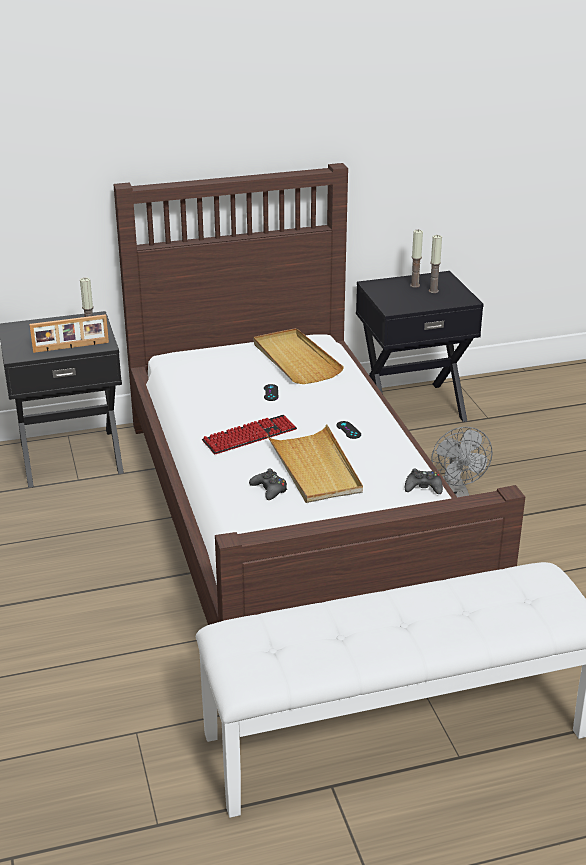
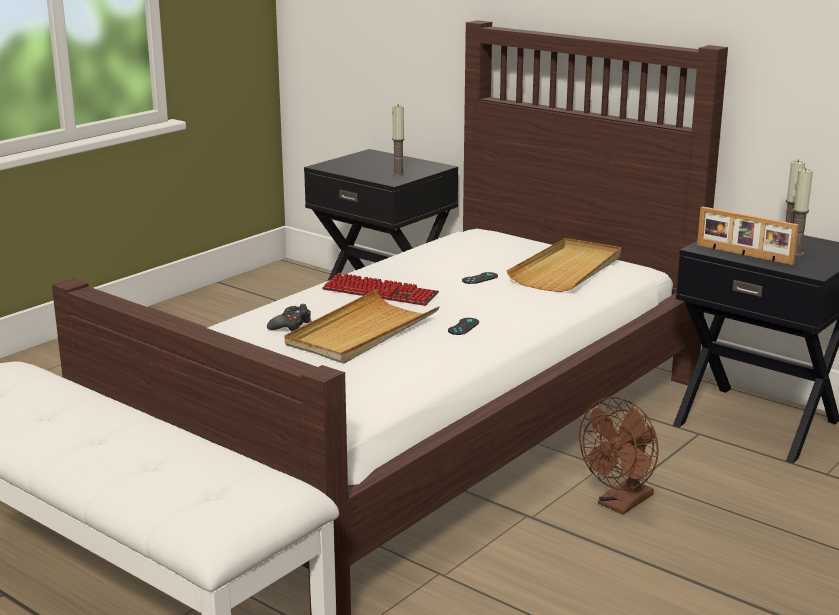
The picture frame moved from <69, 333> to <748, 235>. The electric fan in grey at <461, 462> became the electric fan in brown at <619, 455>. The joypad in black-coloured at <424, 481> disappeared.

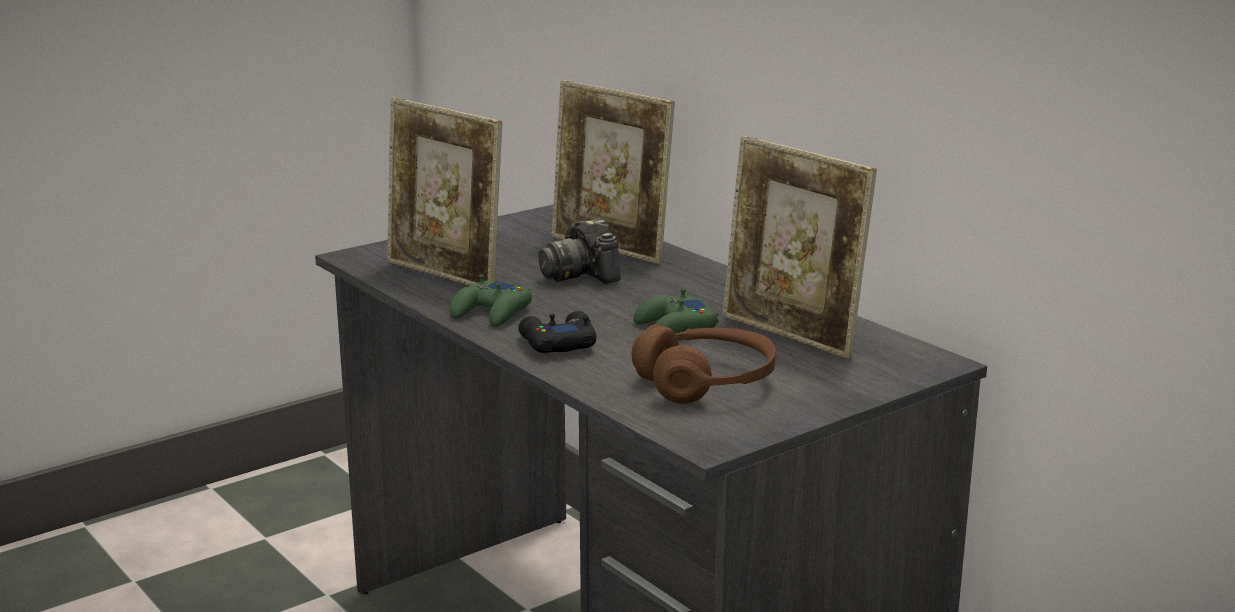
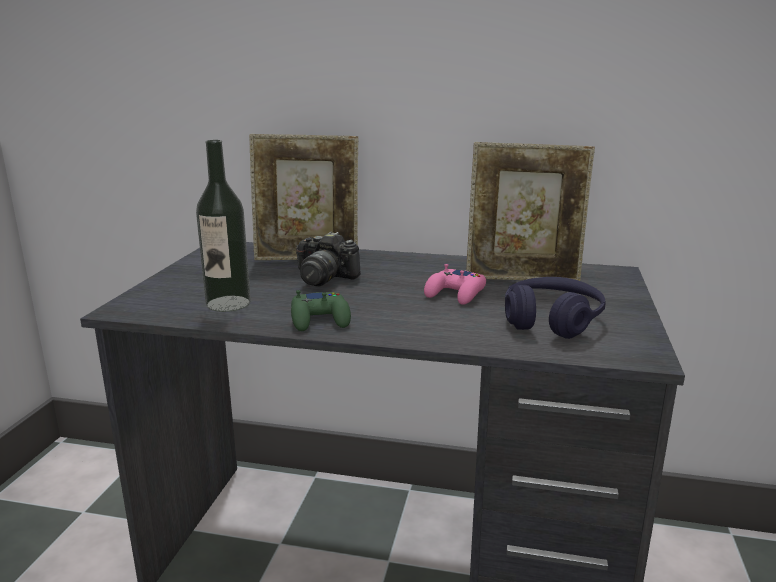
The picture frame at <444, 191> was replaced by the bottle at <223, 226>. The joypad in green-coloured at <676, 311> became the joypad in pink-coloured at <455, 284>. The joypad in black-coloured at <557, 332> disappeared. The headphones in brown at <704, 364> became the headphones in purple-coloured at <555, 308>.

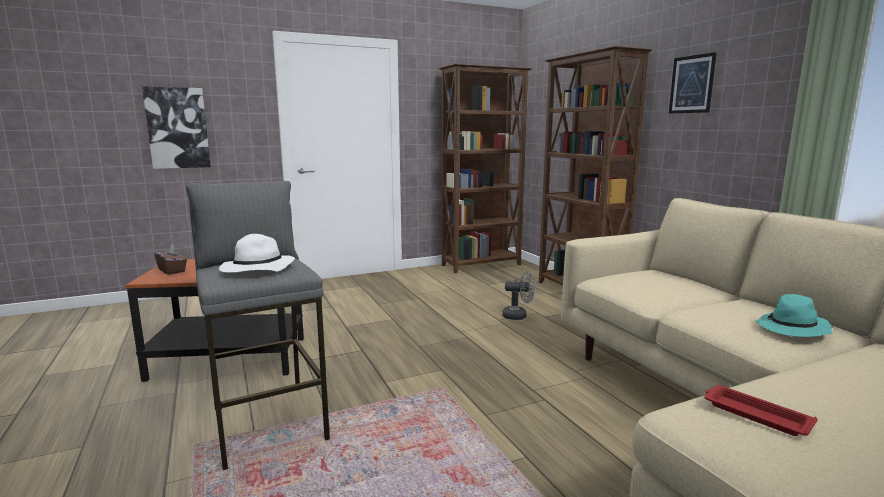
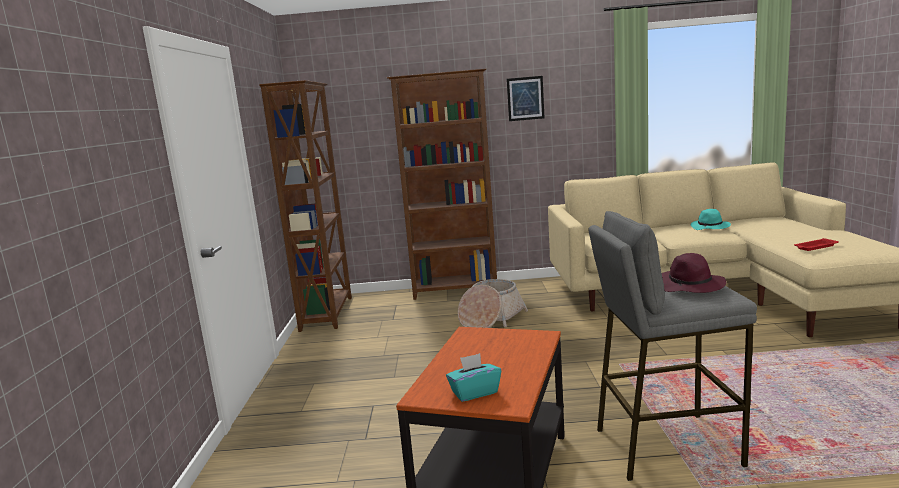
The wall picture at <176, 127> disappeared. The hat in whitish at <257, 253> became the hat in purple-coloured at <694, 273>. The box of tissues in brown at <170, 259> became the box of tissues in blue-green at <473, 377>. The electric fan in grey at <518, 295> was replaced by the storage basket at <493, 303>.

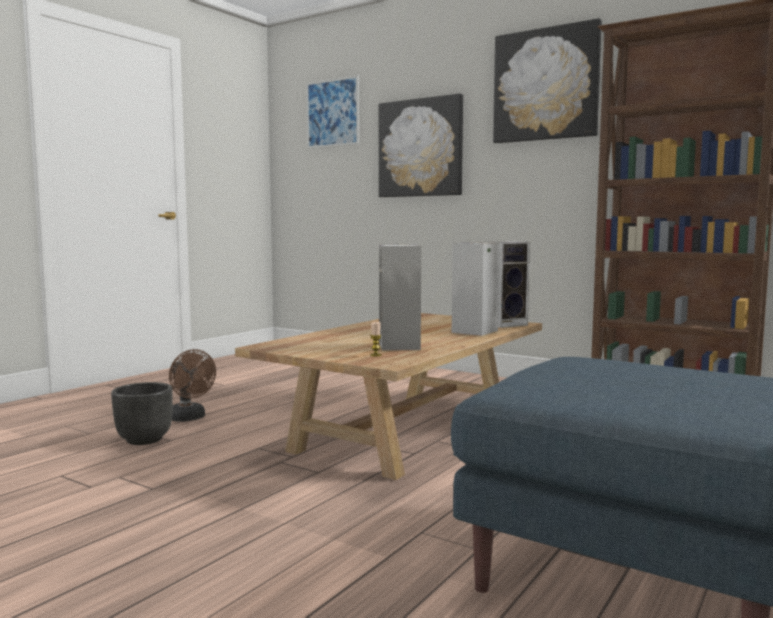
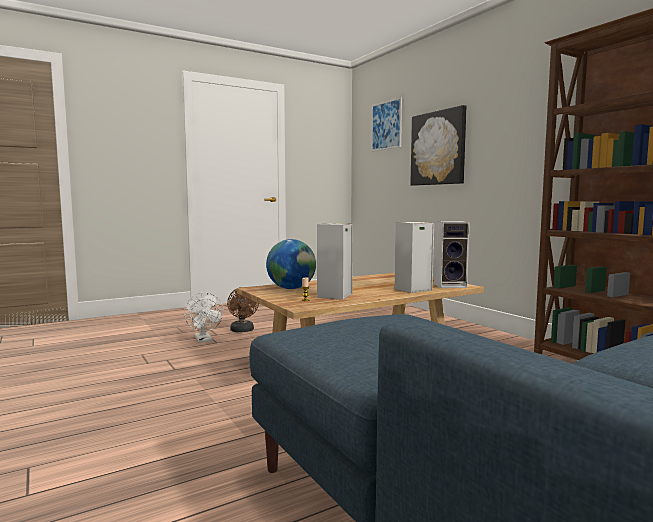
The wall picture at <547, 80> disappeared. The planter in black-coloured at <142, 413> was replaced by the electric fan in whitish at <204, 317>. The world globe at <291, 264> appeared.

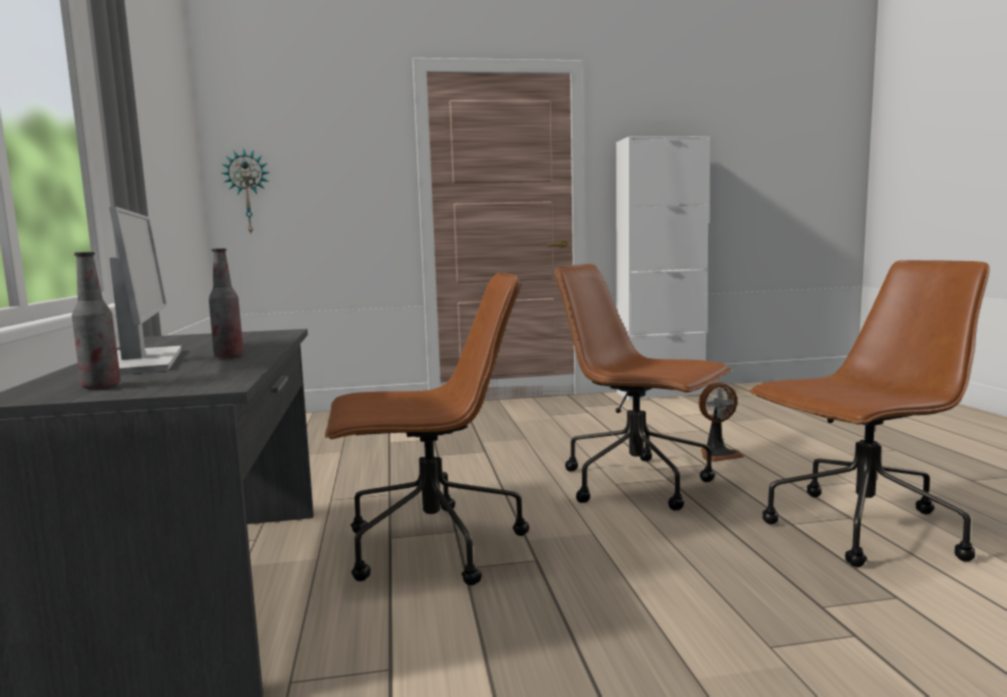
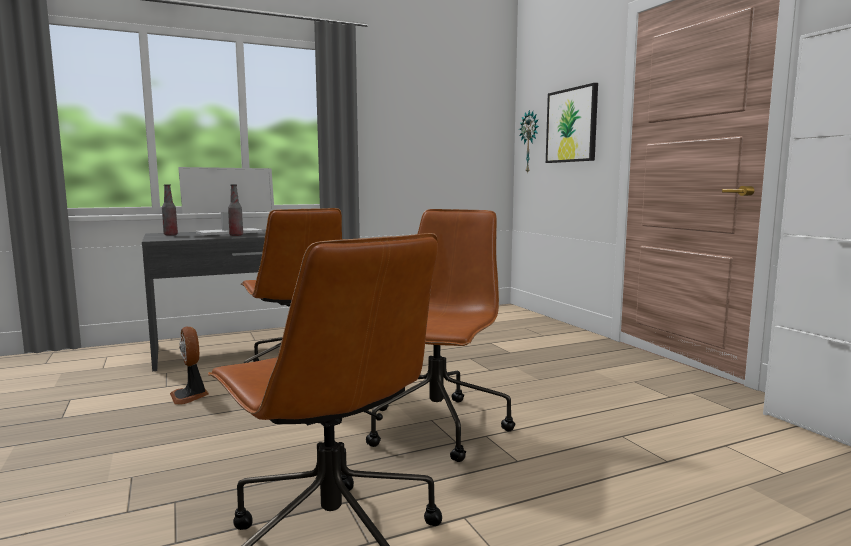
The electric fan moved from <721, 422> to <189, 366>. The wall picture at <572, 123> appeared.

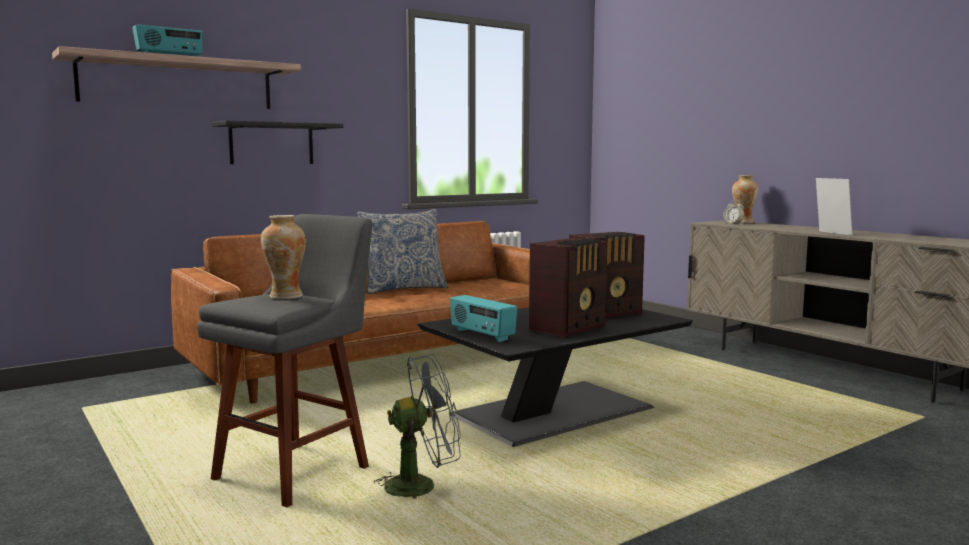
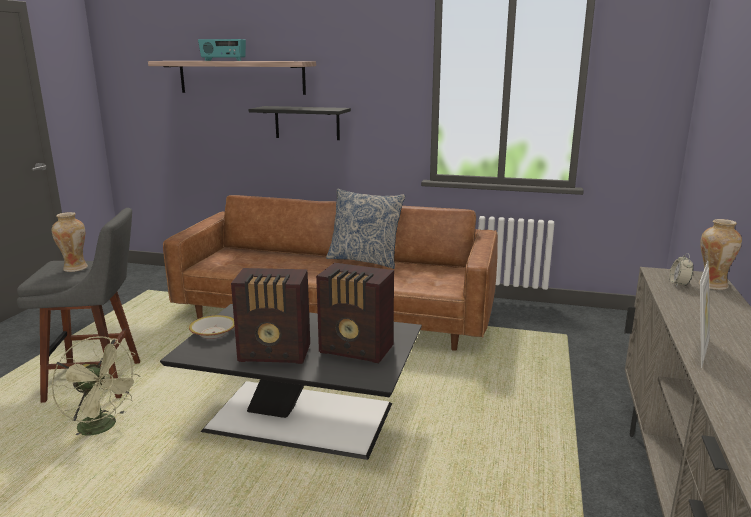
The radio receiver at <483, 318> was replaced by the deep dish at <212, 327>. The electric fan in grey at <417, 426> became the electric fan in green-coloured at <96, 386>.

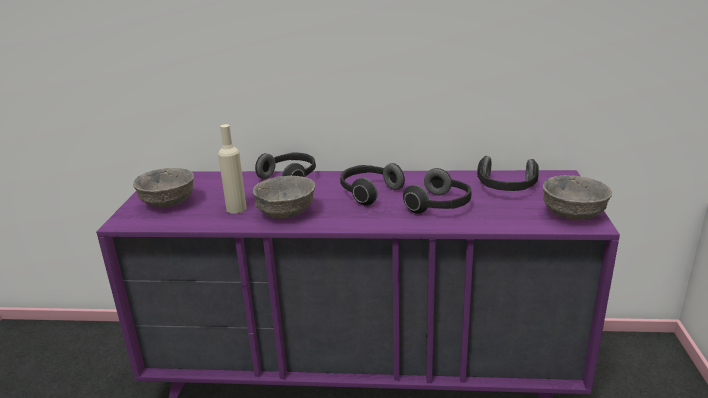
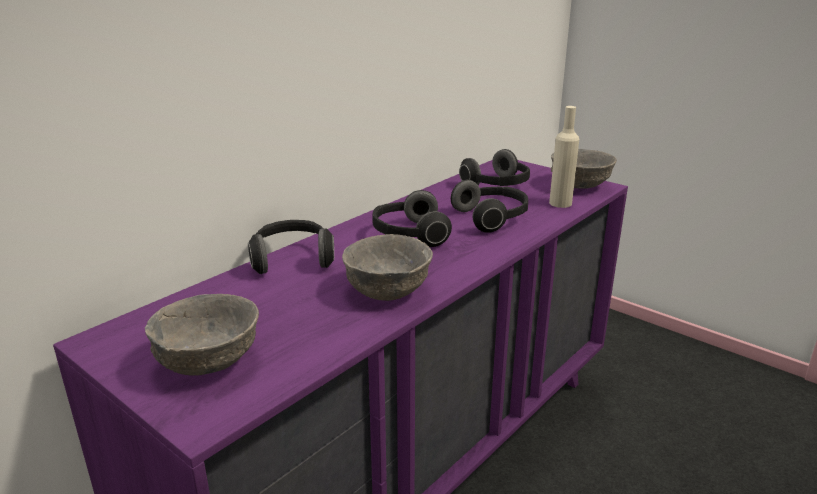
The bottle in sand-coloured moved from <232, 169> to <564, 157>.

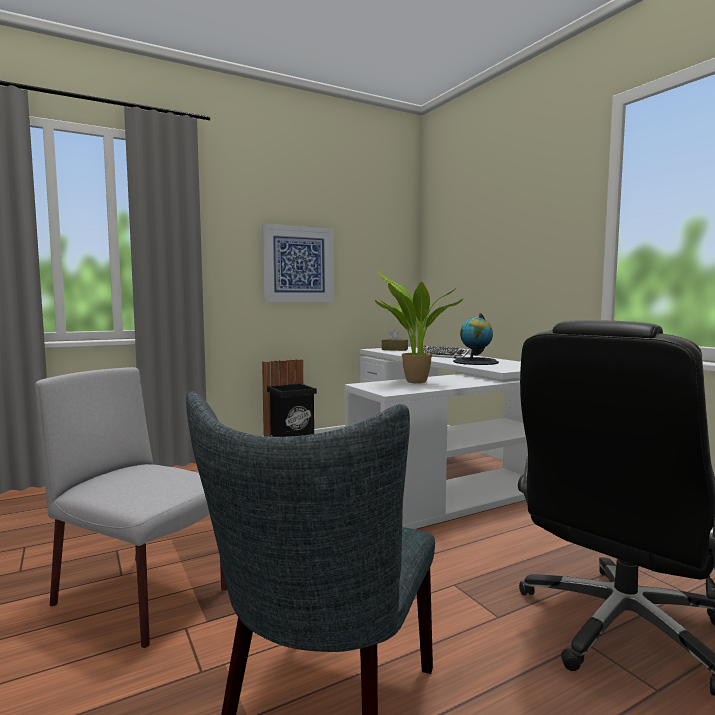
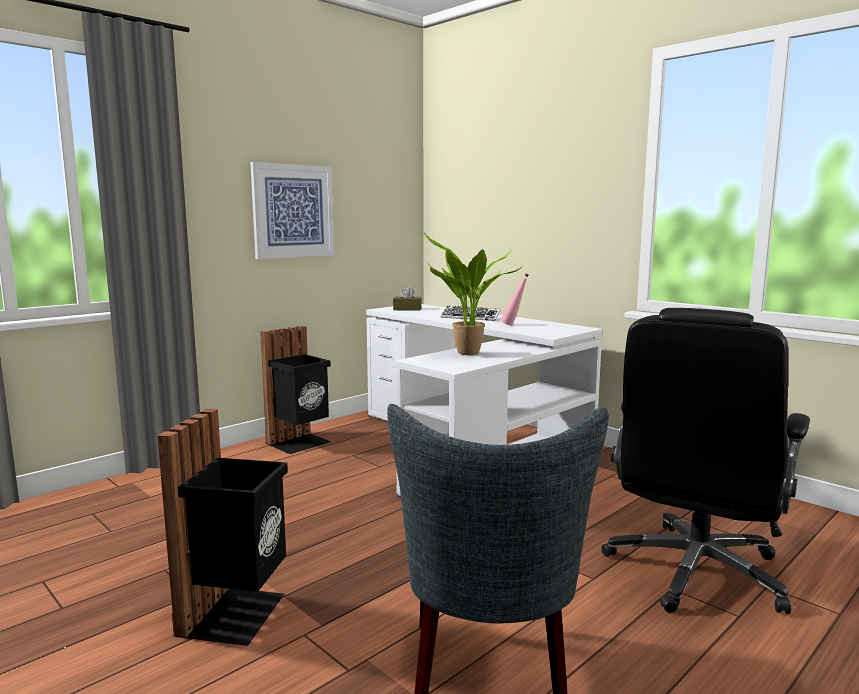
The world globe at <476, 339> was replaced by the bottle in pink-coloured at <515, 299>. The chair in grey at <131, 508> was replaced by the waste bin in black-coloured at <223, 527>.

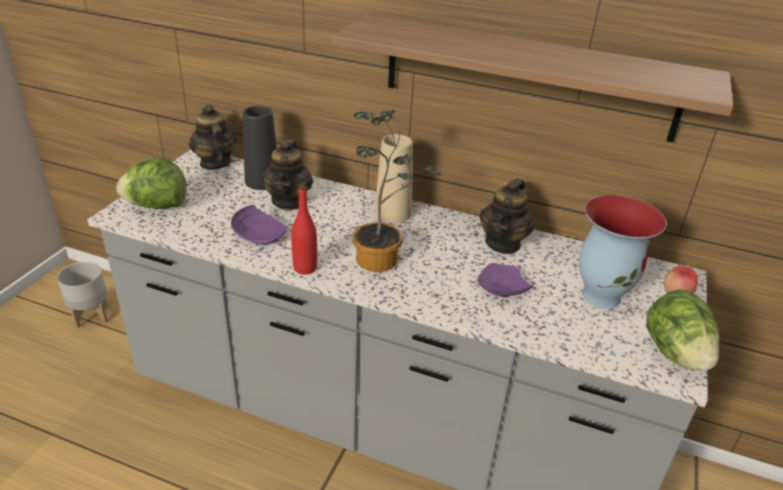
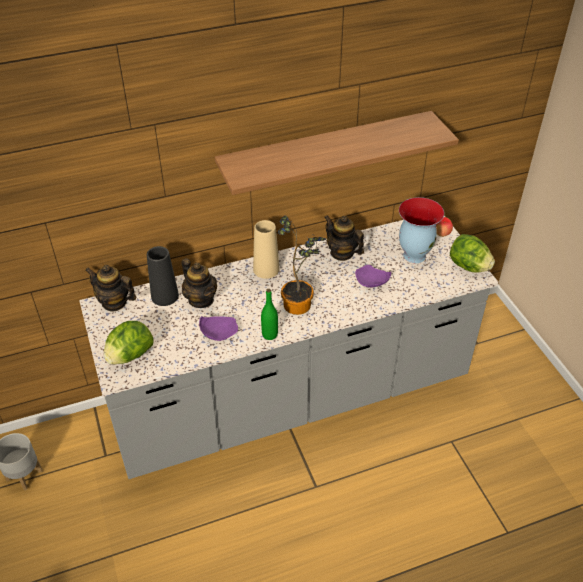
The pot for tea at <507, 216> turned 150 degrees clockwise. The bottle in red at <304, 230> became the bottle in green-coloured at <269, 314>.

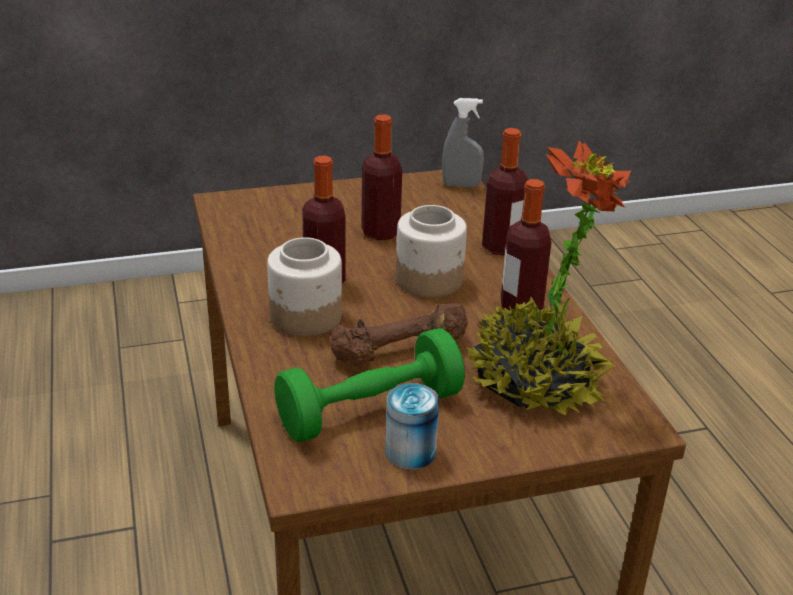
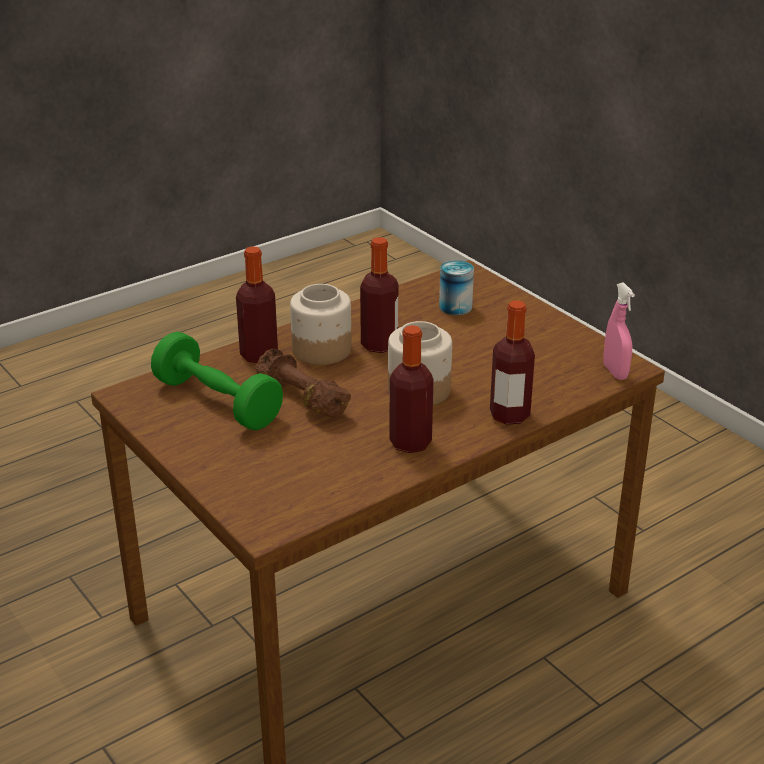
The spray bottle in grey at <463, 143> became the spray bottle in pink-coloured at <619, 331>. The bottle moved from <382, 177> to <257, 304>. The potted plant at <548, 277> disappeared. The sealed can moved from <412, 426> to <456, 287>.

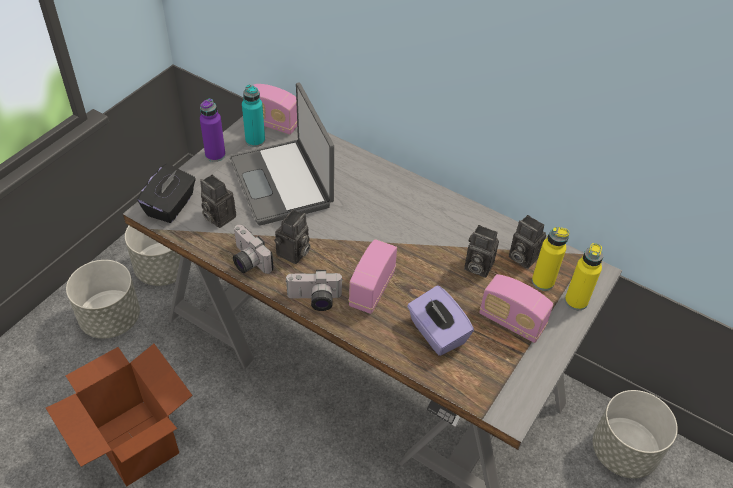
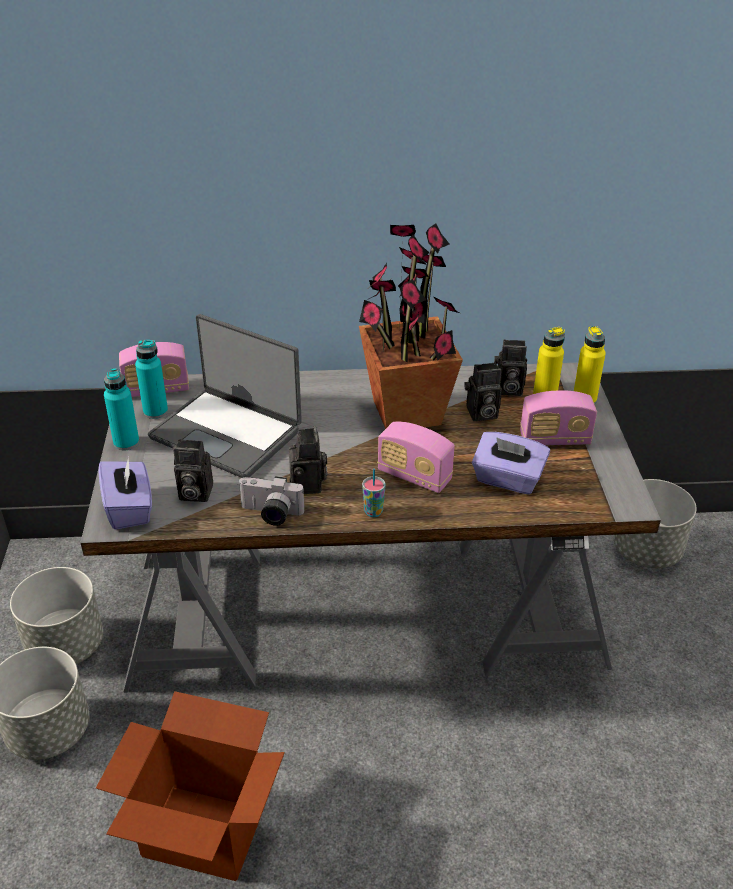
The bottle in purple-coloured at <213, 130> became the bottle in blue-green at <121, 409>. The box of tissues in black-coloured at <166, 193> became the box of tissues in purple-coloured at <125, 493>. The radio receiver at <373, 276> turned 45 degrees counterclockwise. The still camera at <314, 290> was replaced by the small cup at <374, 493>. The potted plant at <411, 326> appeared.

